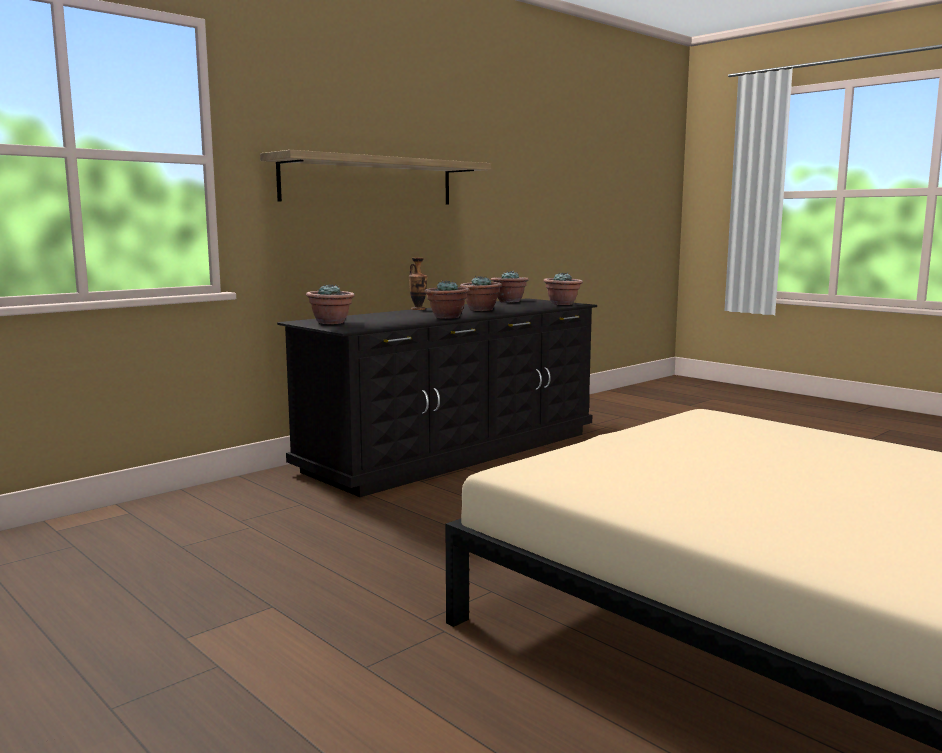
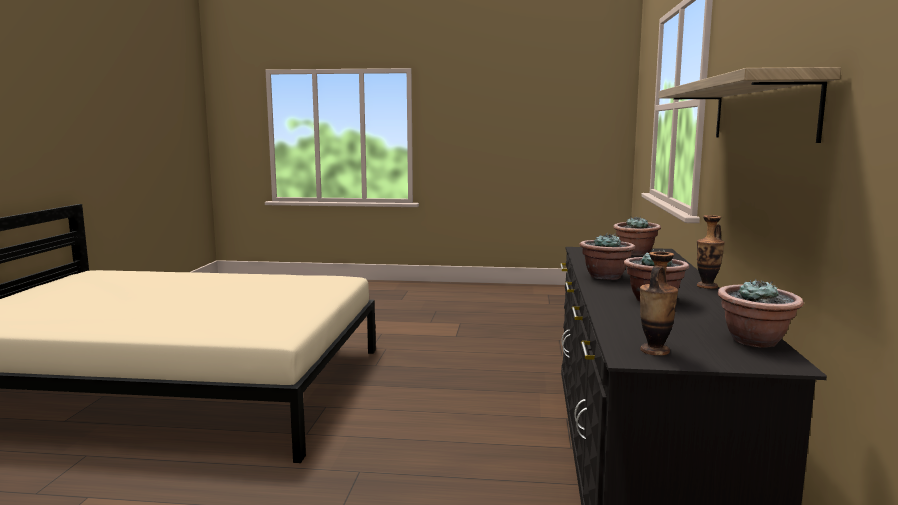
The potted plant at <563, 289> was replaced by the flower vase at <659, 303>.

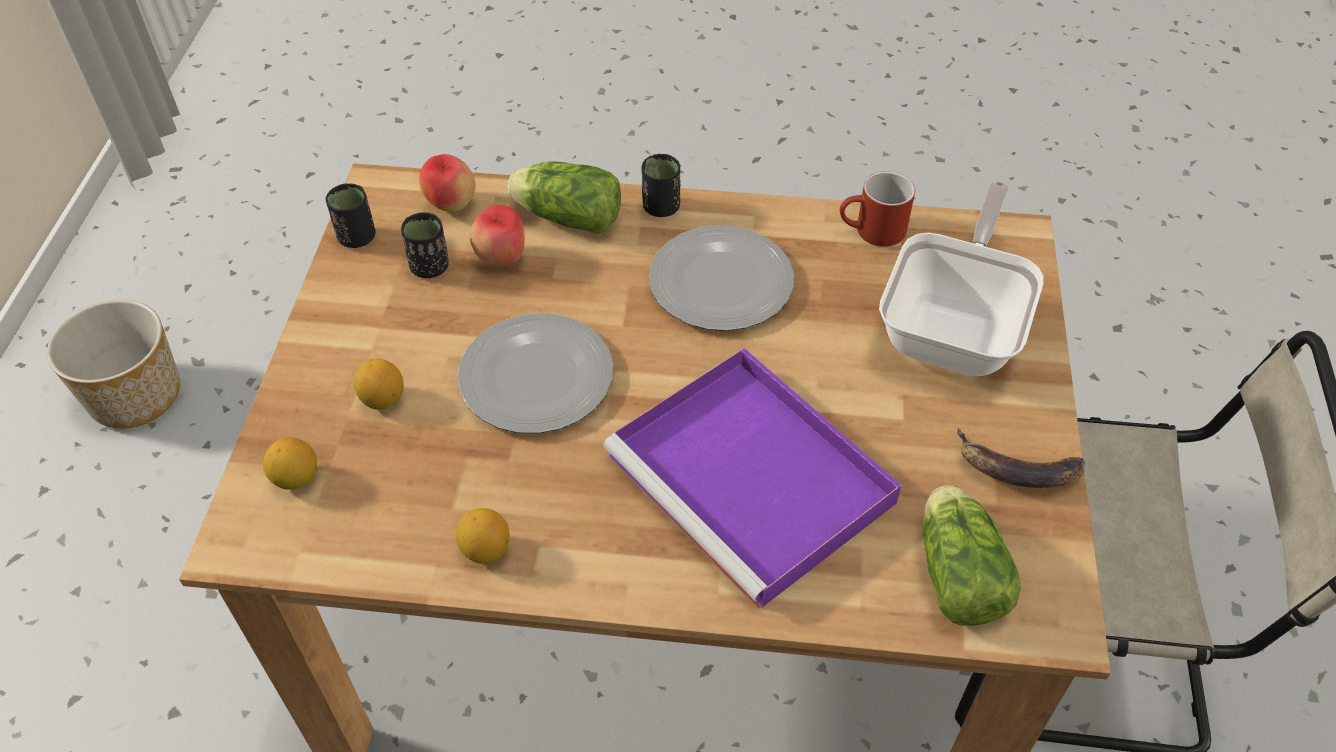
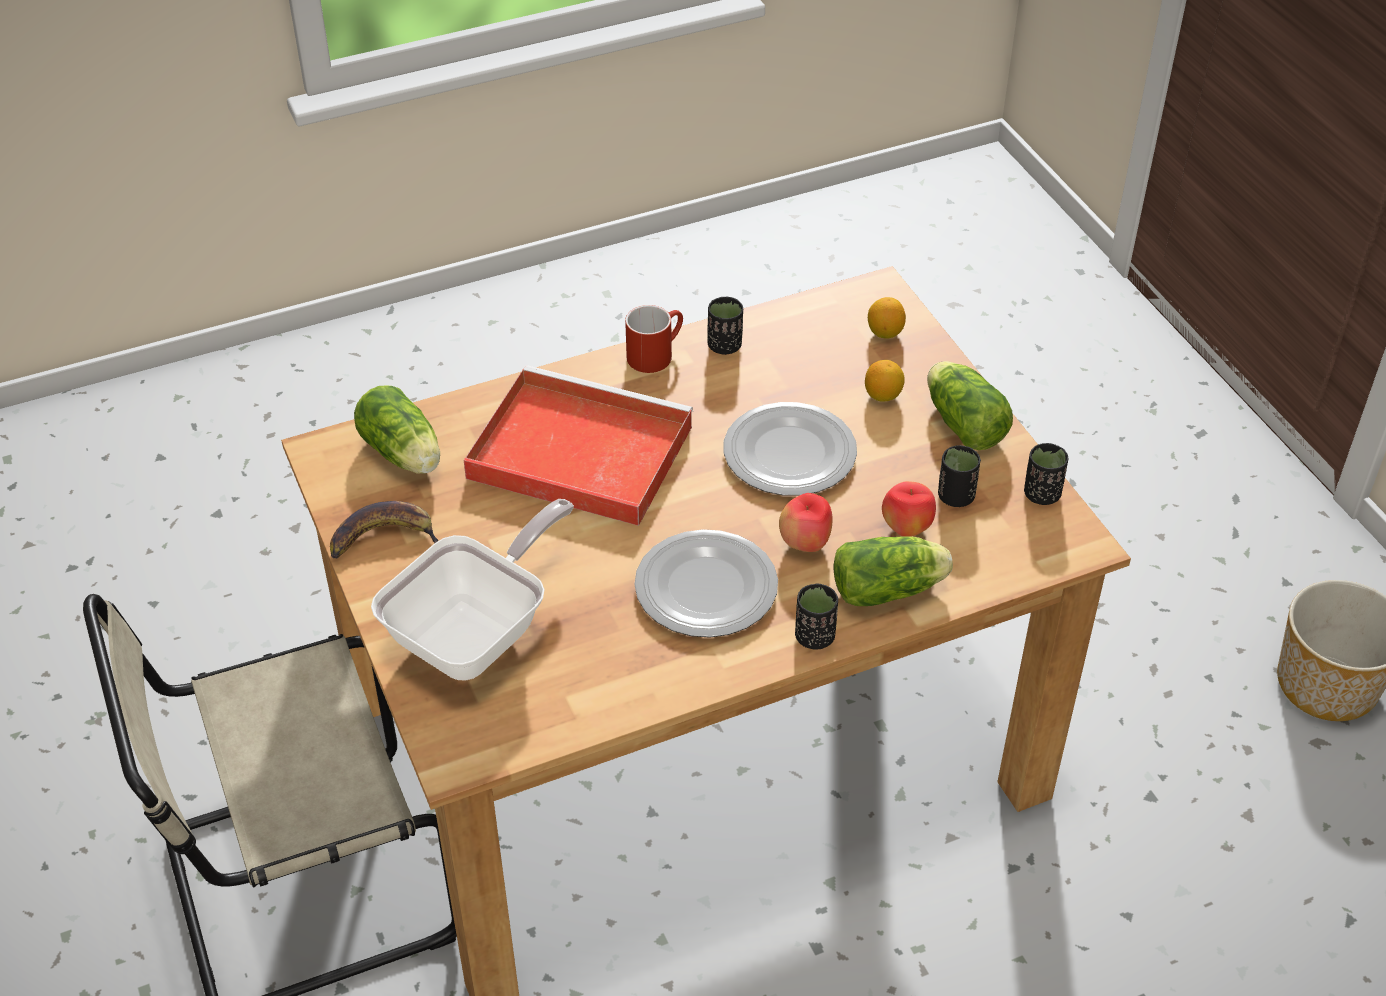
The whole apple moved from <447, 183> to <805, 522>. The tea mug in red moved from <877, 209> to <654, 339>. The skillet at <961, 278> turned 135 degrees counterclockwise. The tray in purple-coloured at <752, 479> became the tray in red at <578, 445>. The lemon at <483, 536> was replaced by the small cup in black-coloured at <725, 326>. The lettuce head at <970, 405> appeared.

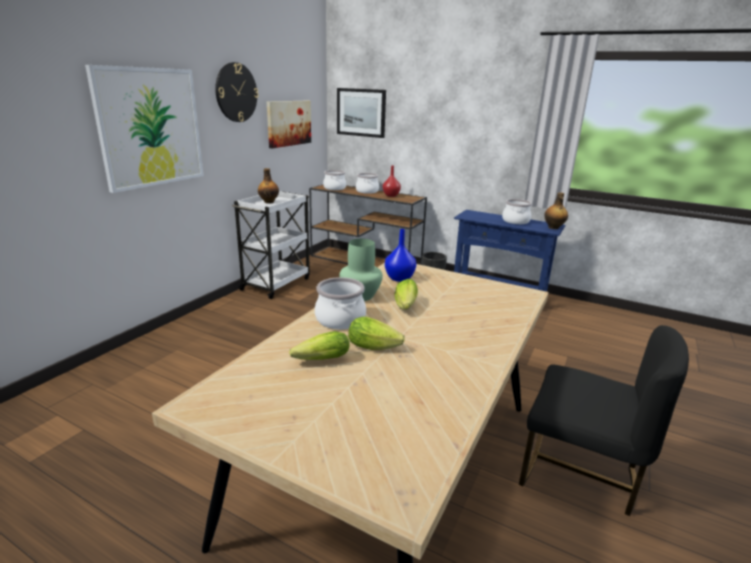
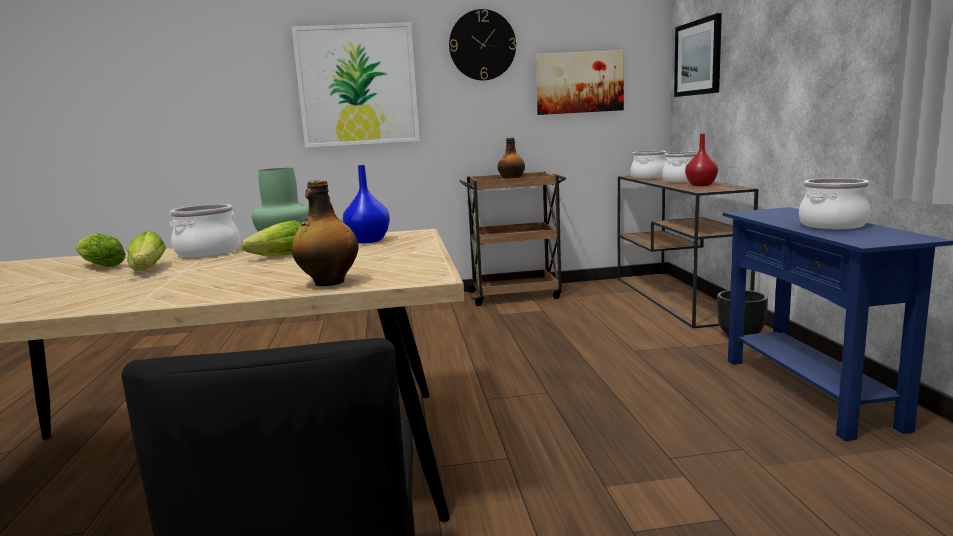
The cart in whitish at <271, 245> became the cart in brown at <512, 239>. The bottle moved from <556, 211> to <325, 233>.

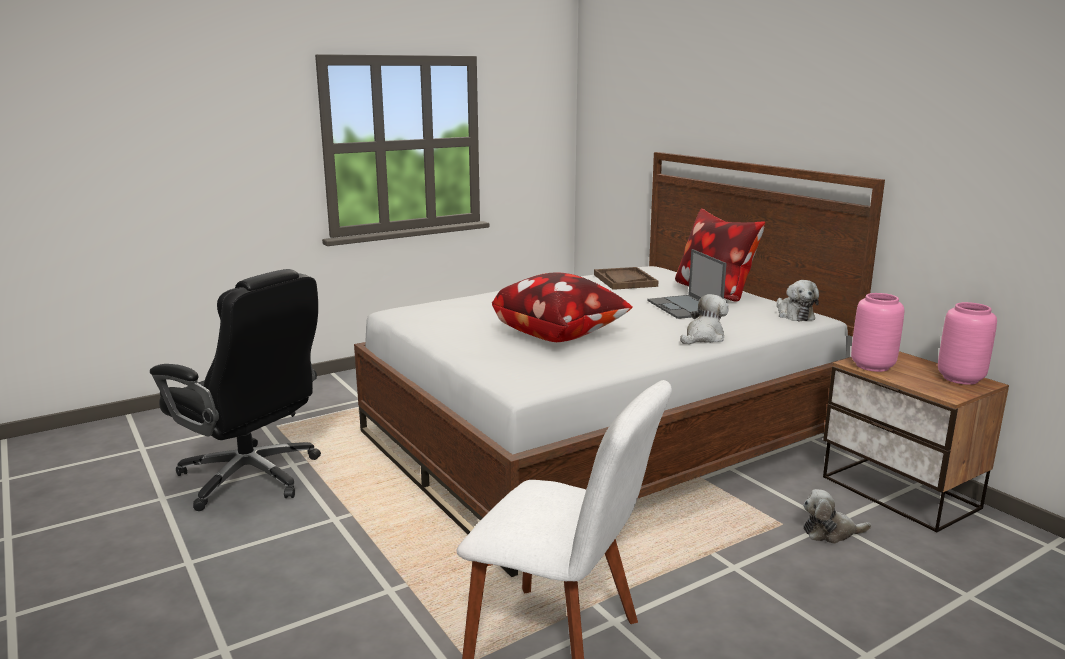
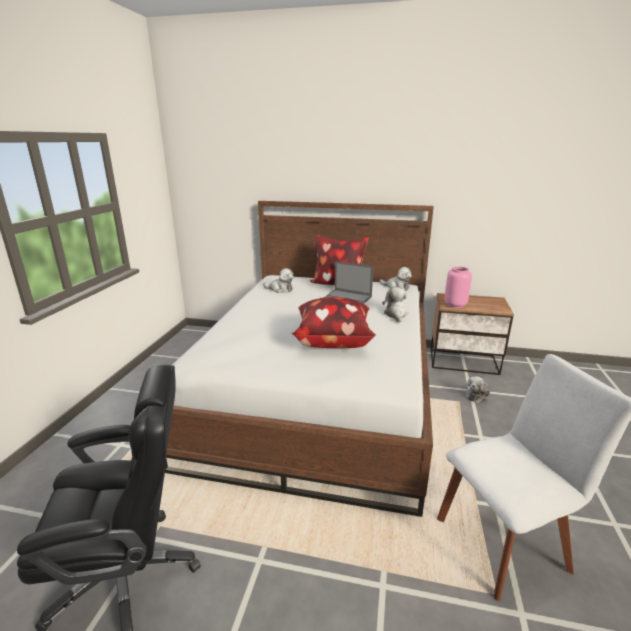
The tray in brown at <626, 278> was replaced by the cuddly toy at <278, 280>. The flower vase in pink-coloured at <967, 343> disappeared.

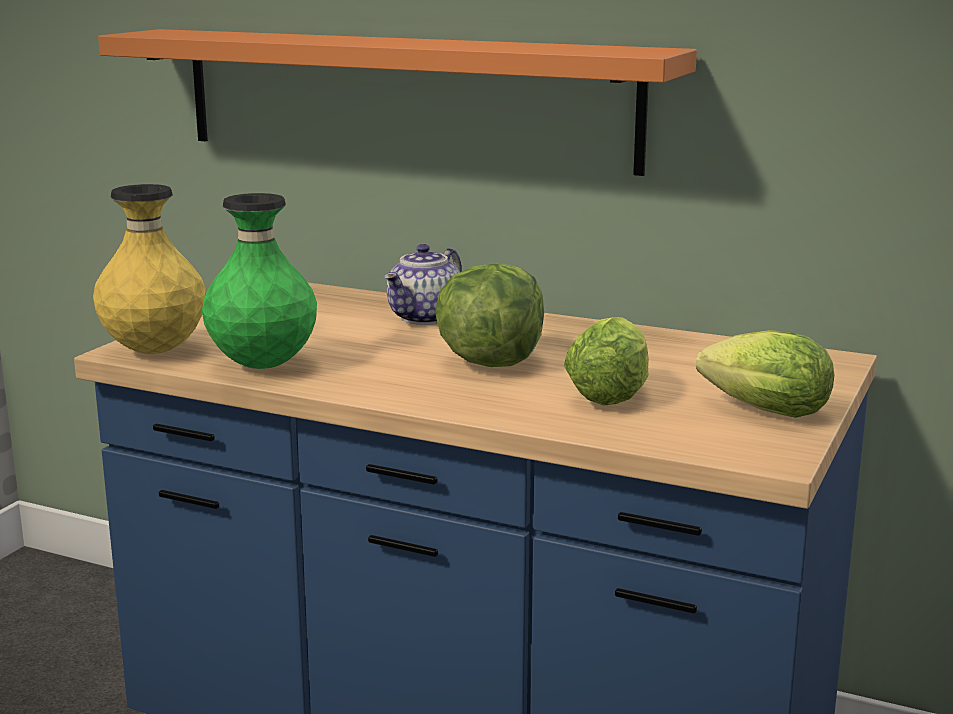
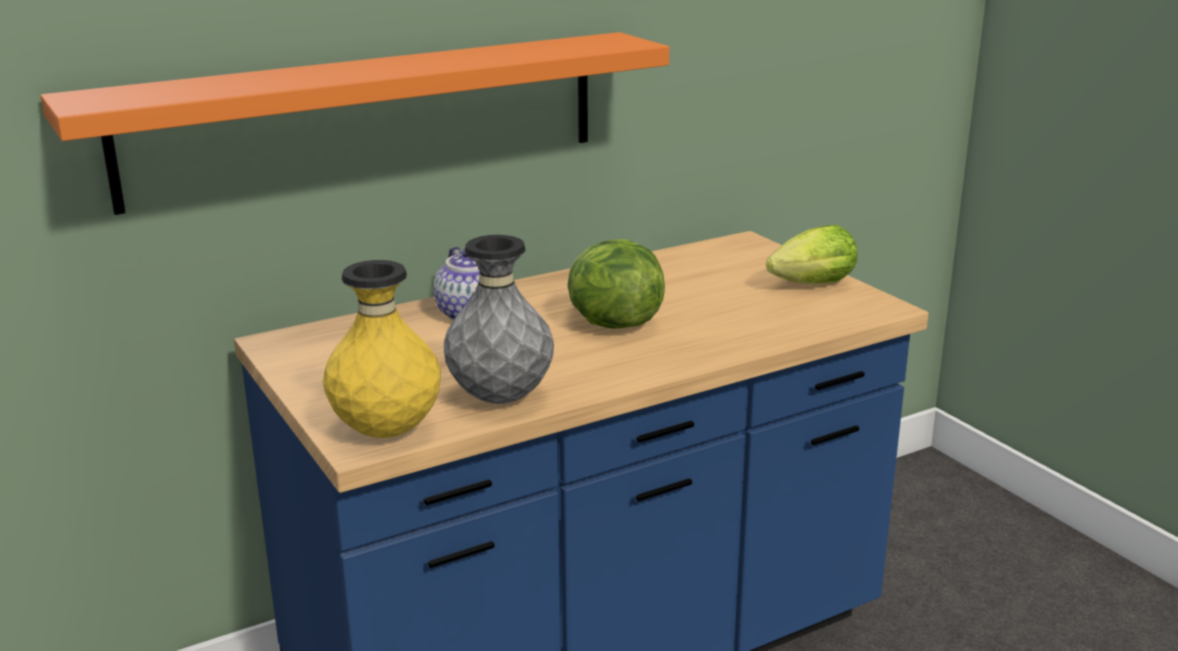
The flower vase in green-coloured at <259, 281> became the flower vase in grey at <499, 319>. The lettuce head at <606, 361> disappeared.

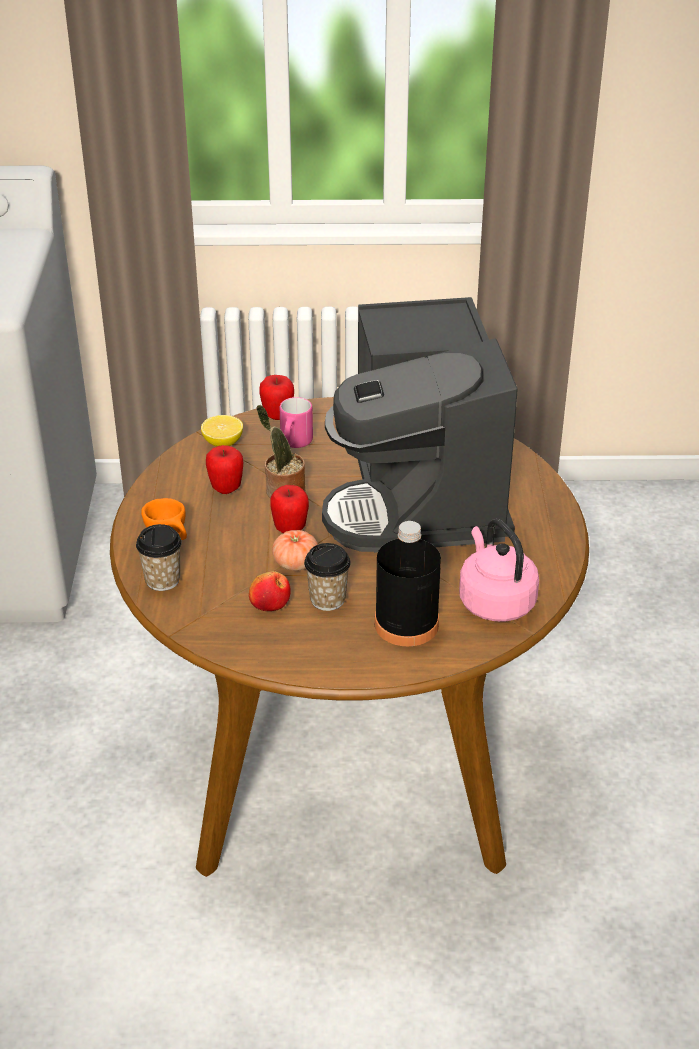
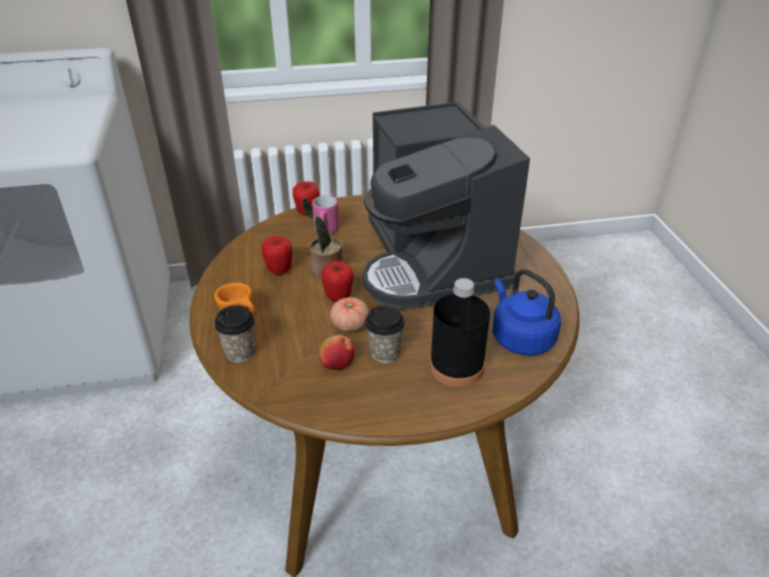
The lemon at <222, 431> disappeared. The water kettle in pink-coloured at <499, 569> became the water kettle in blue at <527, 312>.

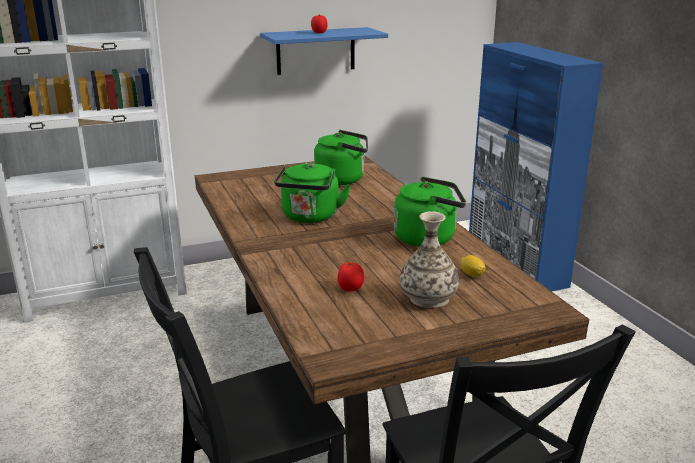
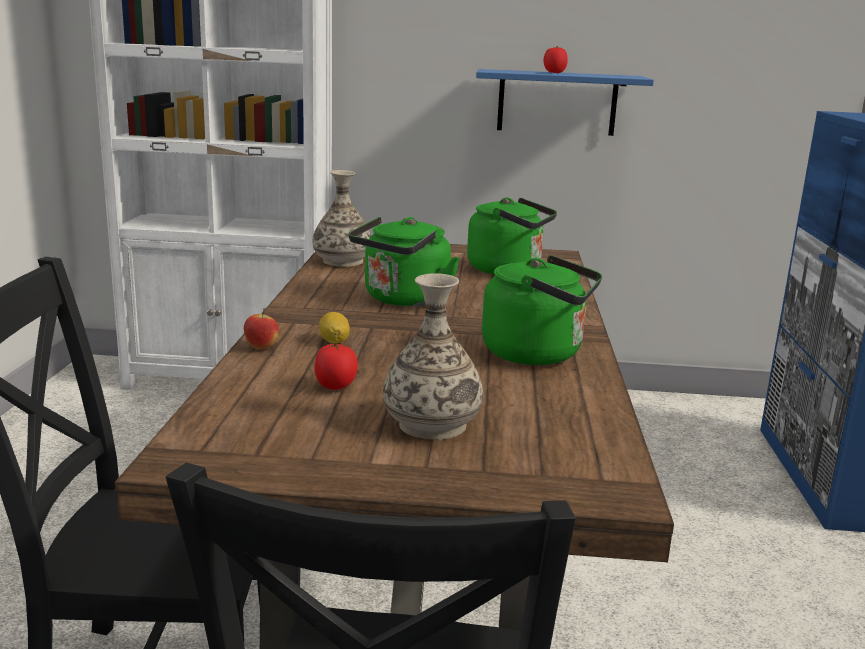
The lemon moved from <473, 266> to <334, 328>. The flower vase at <342, 218> appeared. The whole apple at <261, 328> appeared.

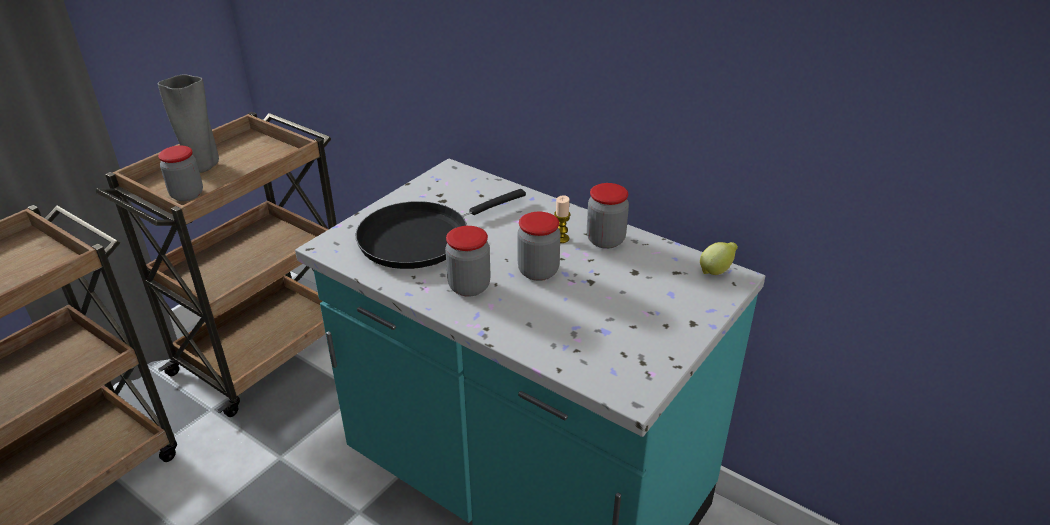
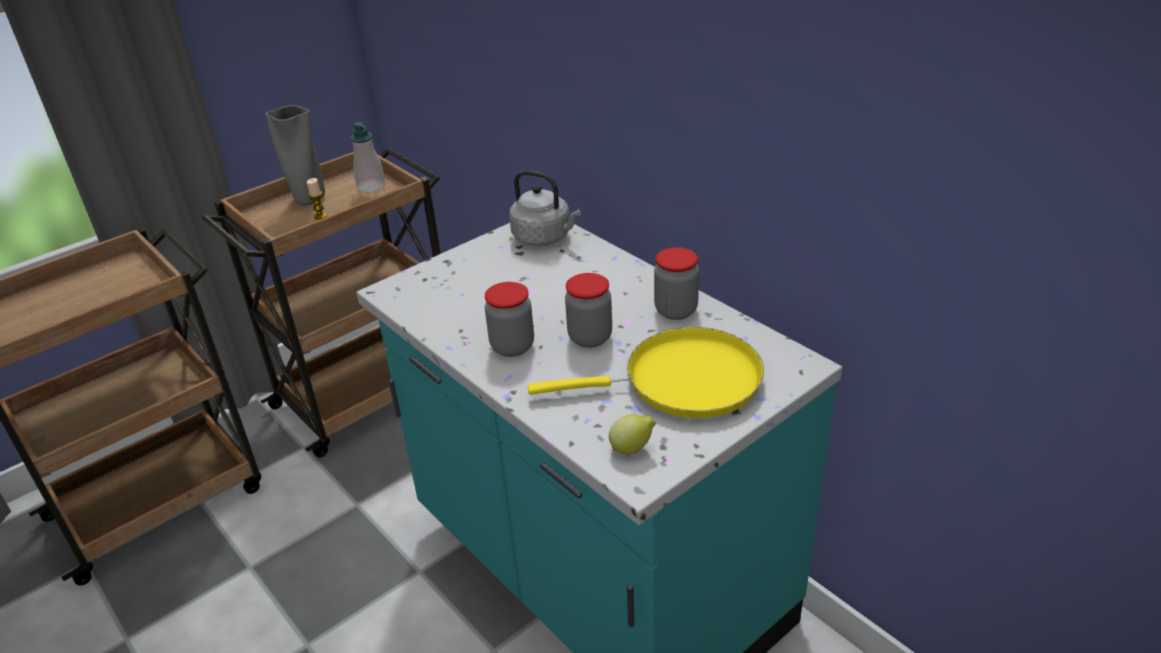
The storage jar at <180, 173> disappeared. The skillet in black-coloured at <441, 229> disappeared. The wax light moved from <562, 219> to <317, 198>. The lemon moved from <719, 258> to <632, 434>. The liquid soap bottle at <367, 157> appeared. The water kettle in grey at <545, 208> appeared. The skillet in yellow at <646, 372> appeared.

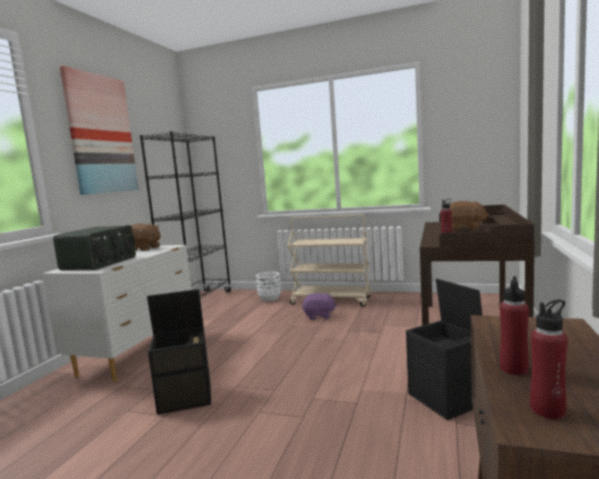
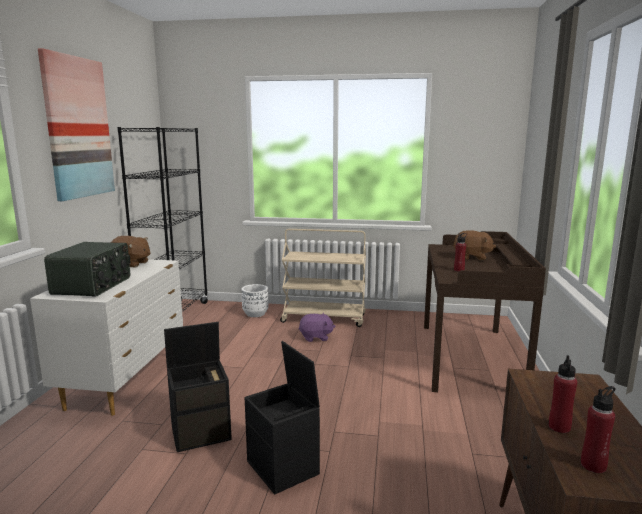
The storage box in black-coloured moved from <444, 349> to <282, 418>.

